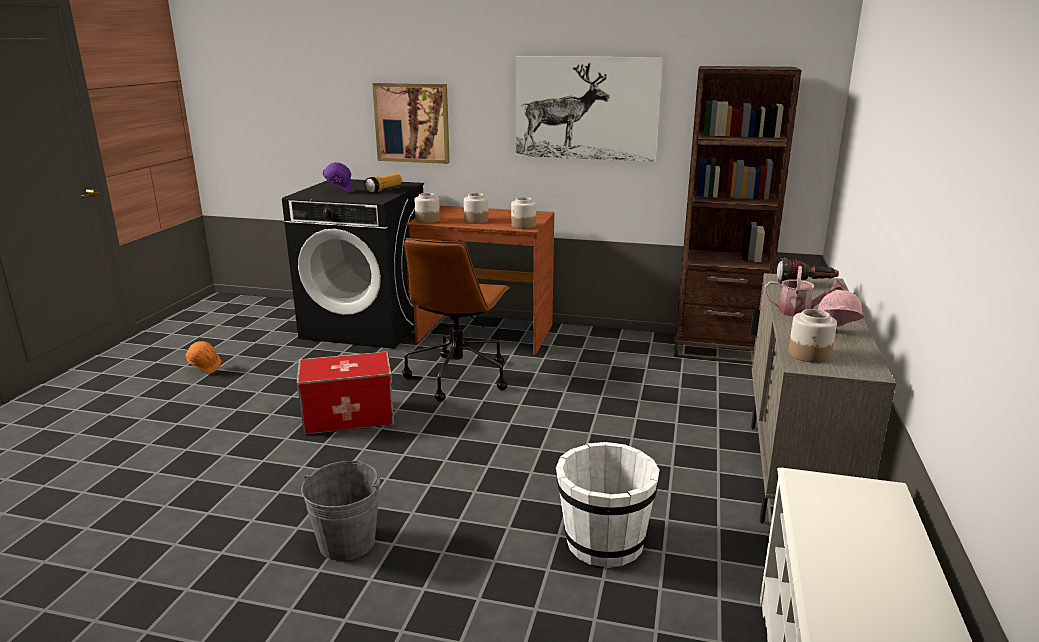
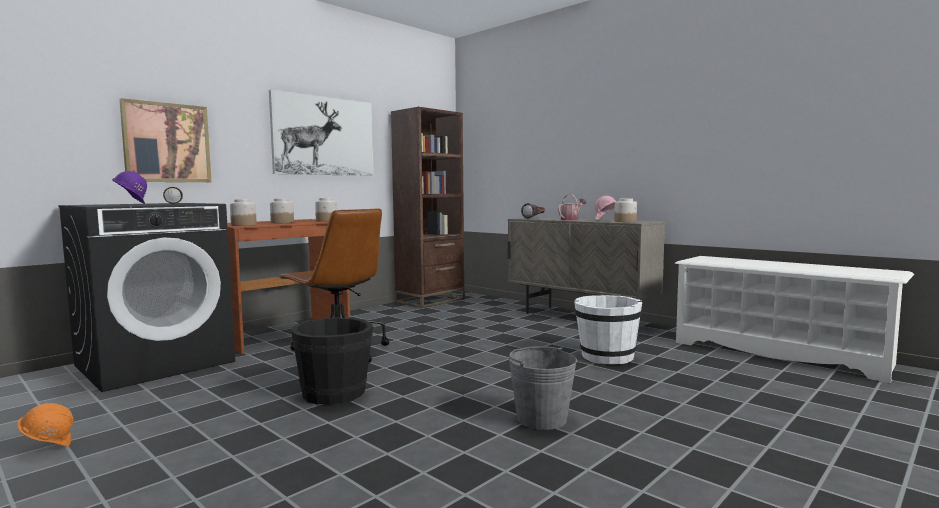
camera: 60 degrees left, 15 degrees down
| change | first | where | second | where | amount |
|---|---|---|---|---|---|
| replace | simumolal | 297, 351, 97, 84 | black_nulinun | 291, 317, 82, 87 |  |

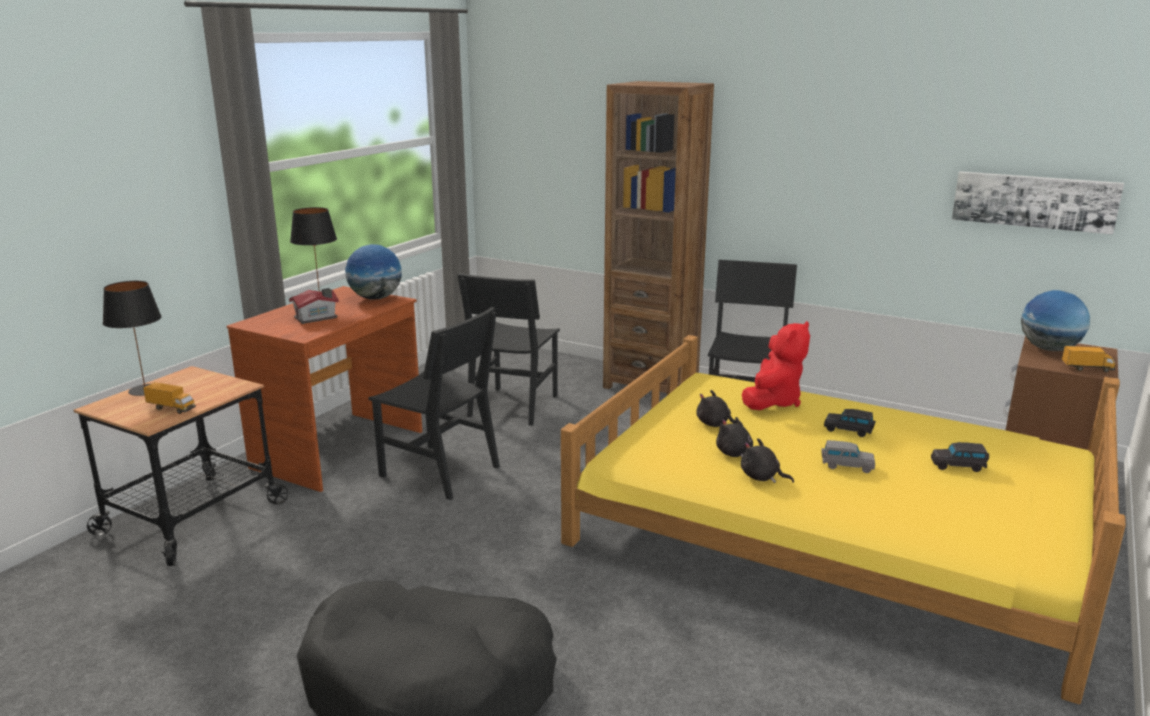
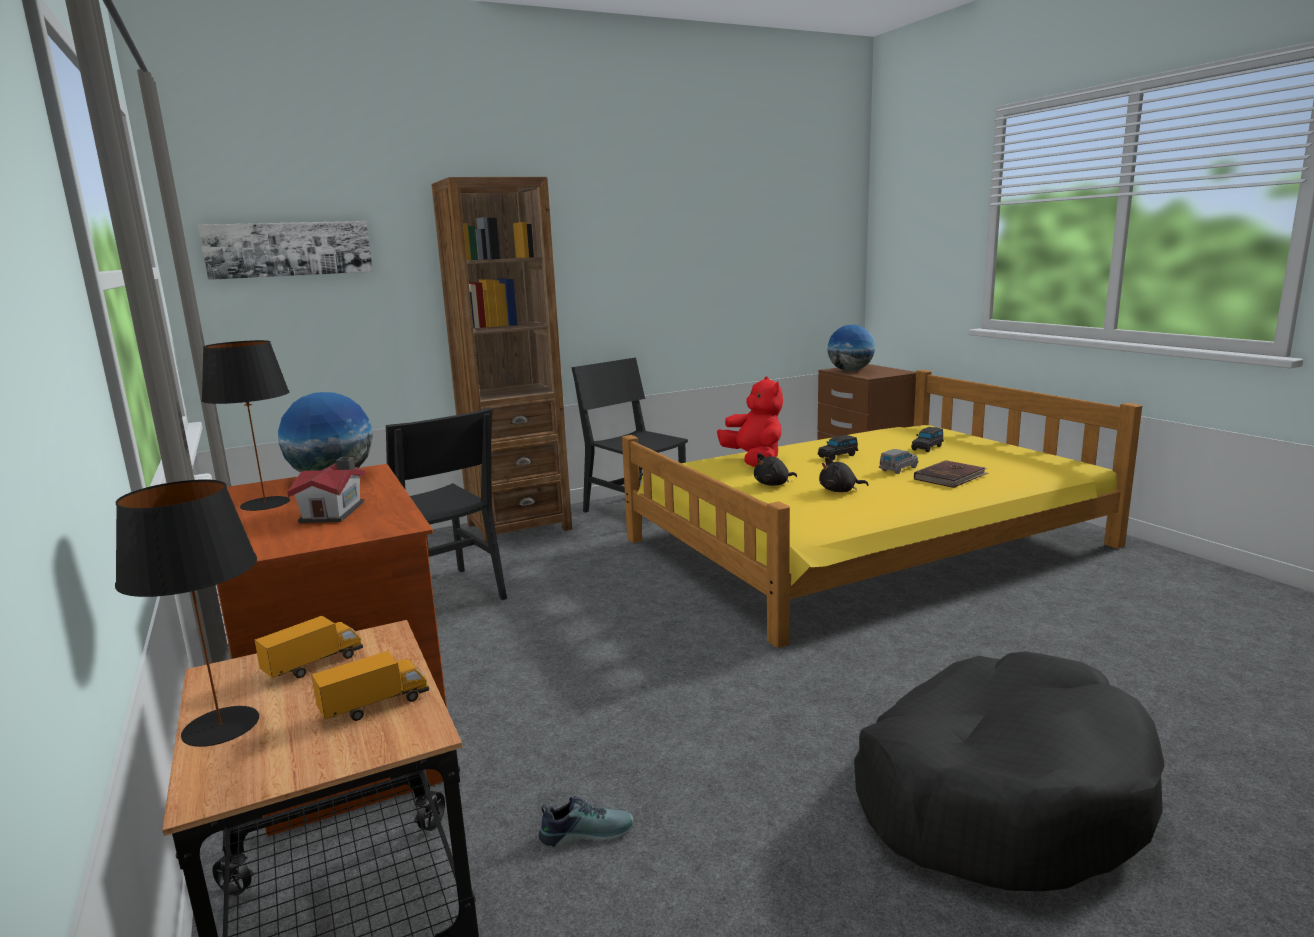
camera: 55 degrees left, 5 degrees down
| change | first | where | second | where | amount |
|---|---|---|---|---|---|
| move | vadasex | 952, 171, 172, 64 |  | 198, 221, 175, 59 |  |
| delete | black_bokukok | 368, 307, 132, 193 |  |  |  |
| move | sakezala | 1062, 346, 53, 27 |  | 255, 616, 108, 62 |  |
| delete | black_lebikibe | 741, 438, 53, 45 |  |  |  |
| insert |  |  | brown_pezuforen | 914, 460, 74, 28 |  |
| insert |  |  | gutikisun | 539, 796, 95, 51 |  |

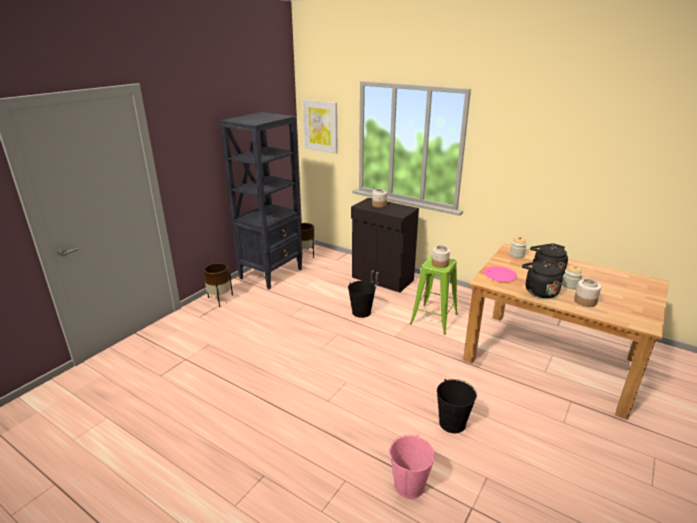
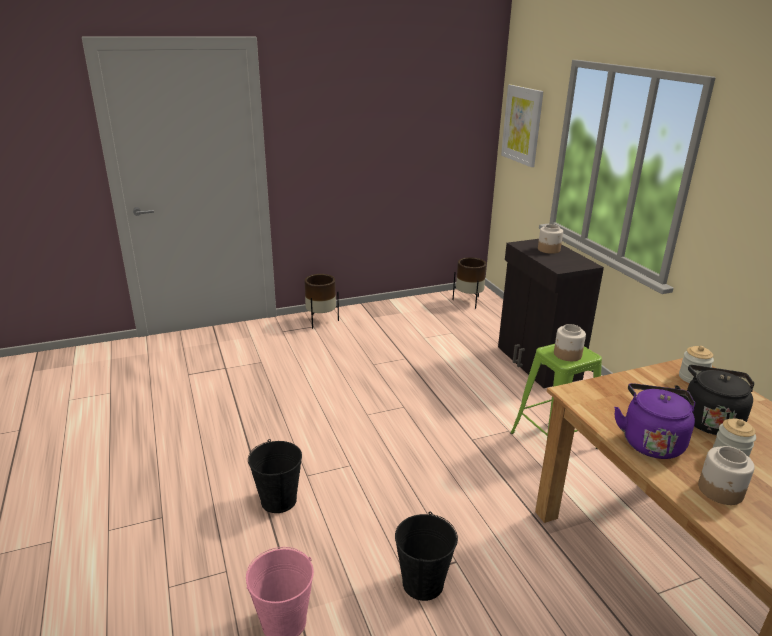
camera: 35 degrees right, 0 degrees up
| change | first | where | second | where | amount |
|---|---|---|---|---|---|
| delete | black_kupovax | 220, 112, 83, 177 |  |  |  |
| recolor | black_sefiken | 522, 260, 41, 38 | purple_sefiken | 614, 383, 81, 76 |  |
| delete | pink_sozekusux | 484, 266, 33, 16 |  |  |  |
| move | black_nulinun | 348, 281, 28, 37 |  | 248, 439, 54, 74 |  |

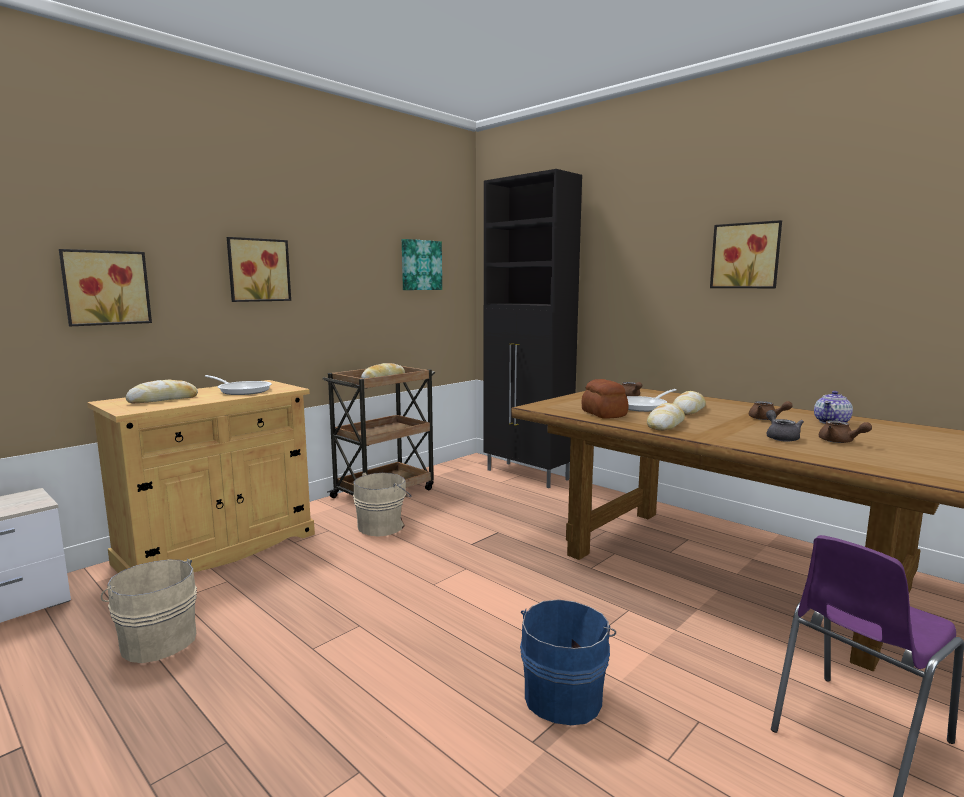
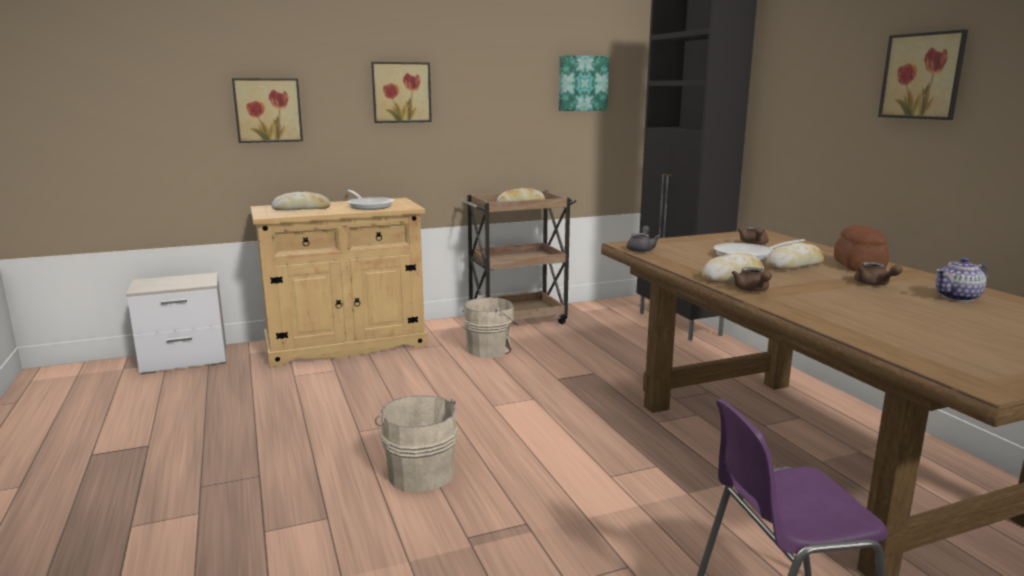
camera: 25 degrees right, 5 degrees up
| change | first | where | second | where | amount |
|---|---|---|---|---|---|
| move | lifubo | 582, 379, 47, 40 |  | 834, 225, 55, 46 |  |
| move | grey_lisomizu | 766, 410, 38, 32 |  | 627, 225, 33, 27 |  |
| move | brown_lisomizu | 819, 421, 53, 22 |  | 732, 267, 40, 25 |  |
| move | beige_nulinun | 101, 559, 96, 104 |  | 375, 396, 83, 96 |  |
| delete | blue_nulinun | 520, 600, 96, 125 |  |  |  |

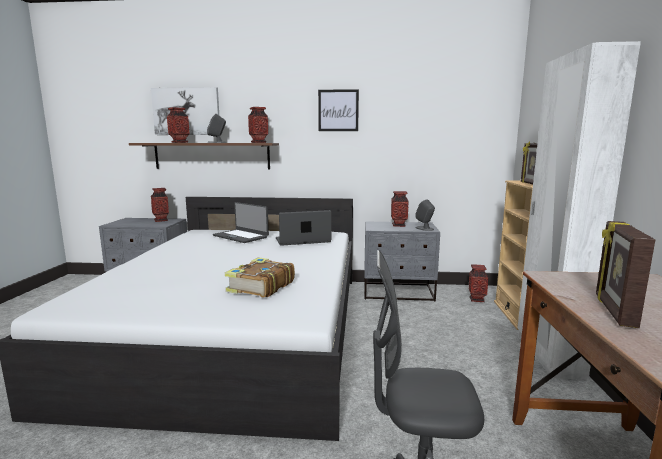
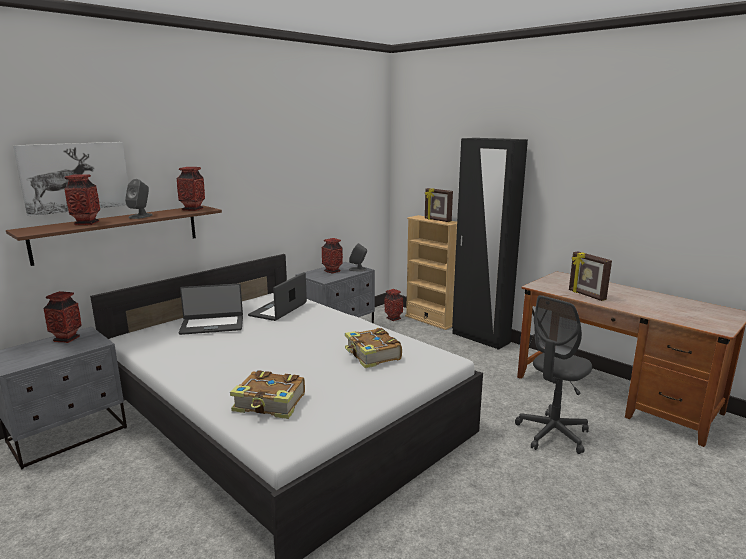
camera: 50 degrees left, 5 degrees up
| change | first | where | second | where | amount |
|---|---|---|---|---|---|
| recolor | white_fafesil | 518, 41, 123, 339 | black_fafesil | 452, 138, 76, 212 |  |
| delete | vadasex | 318, 89, 41, 42 |  |  |  |
| insert |  |  | pezuforen | 230, 370, 75, 49 |  |

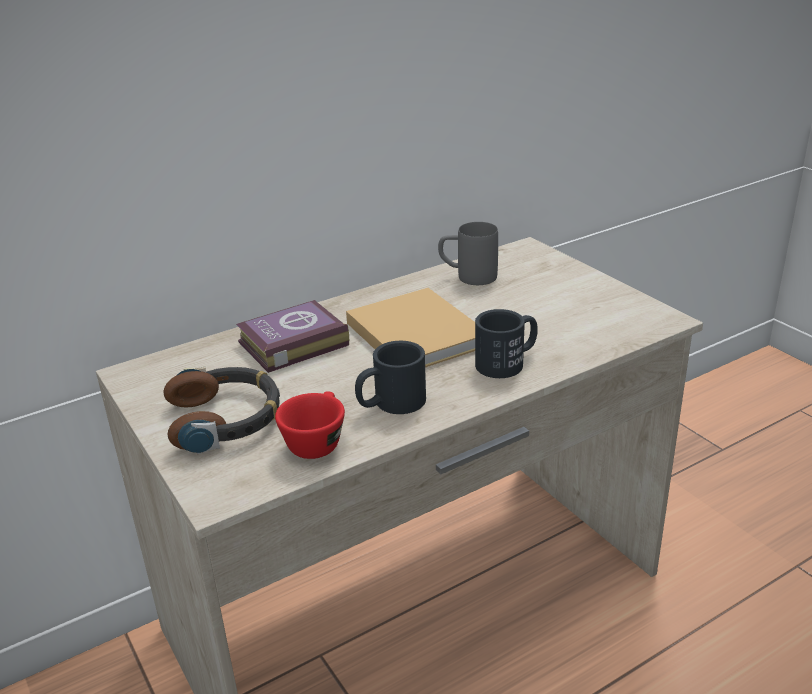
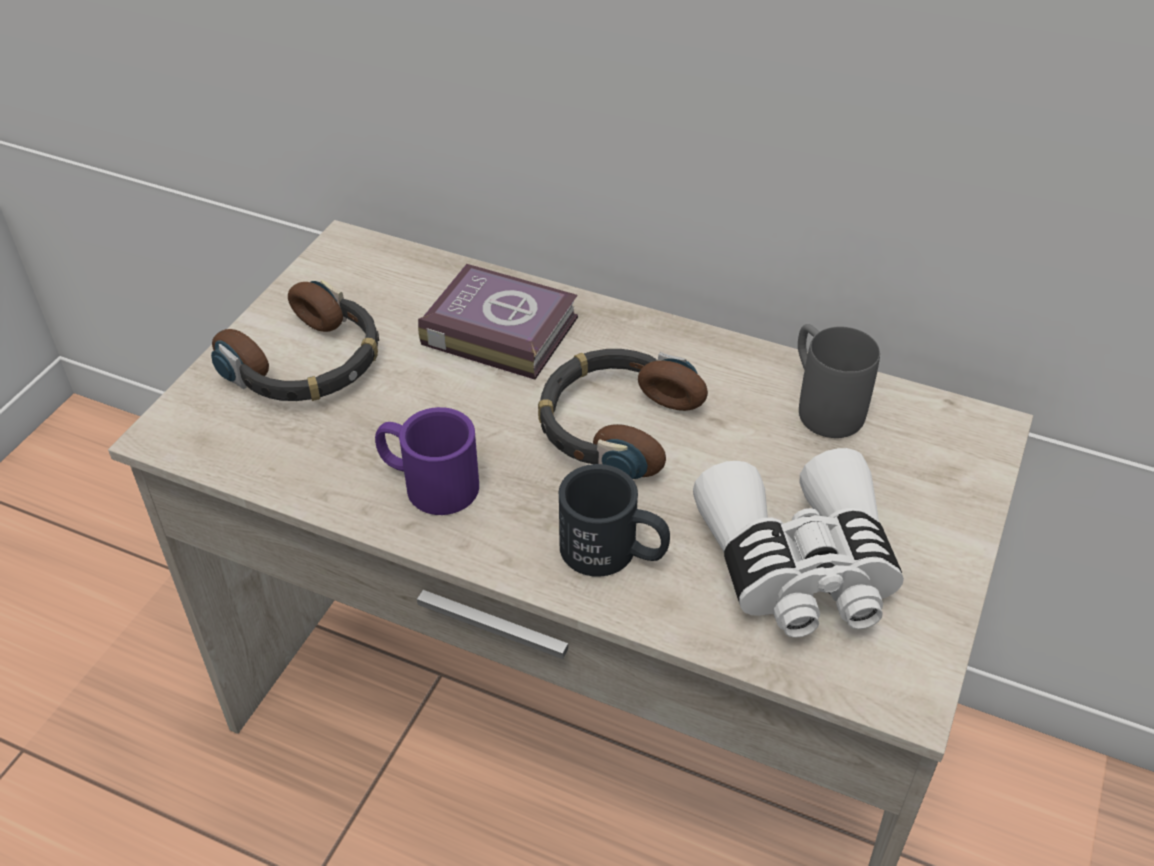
camera: 55 degrees right, 15 degrees up
| change | first | where | second | where | amount |
|---|---|---|---|---|---|
| replace | beige_pezuforen | 346, 288, 129, 79 | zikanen | 538, 349, 170, 130 |  |
| recolor | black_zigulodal | 355, 341, 71, 73 | purple_zigulodal | 375, 407, 104, 108 |  |
| delete | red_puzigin | 275, 391, 70, 68 |  |  |  |
| insert |  |  | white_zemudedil | 693, 448, 211, 190 |  |

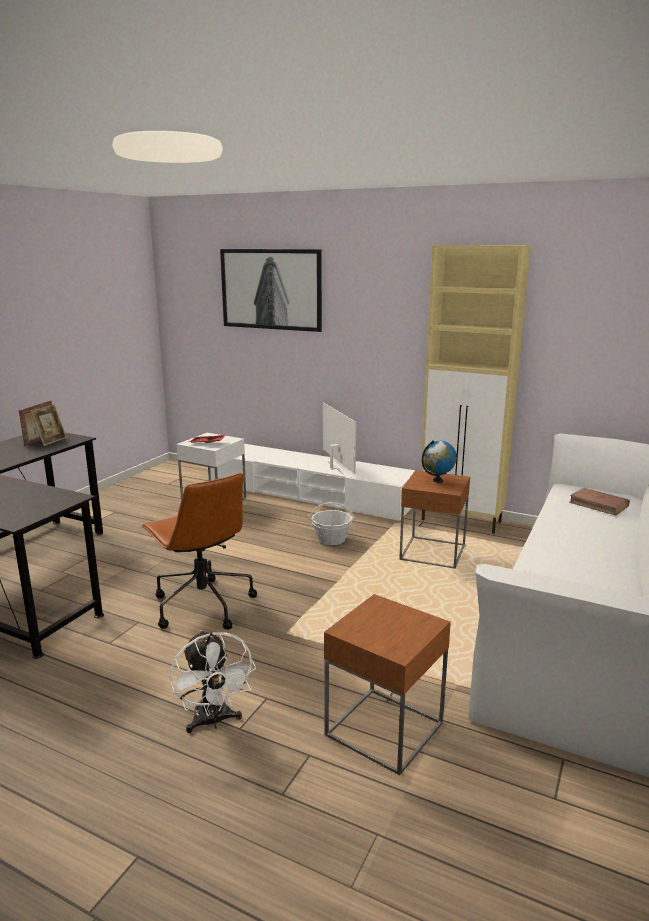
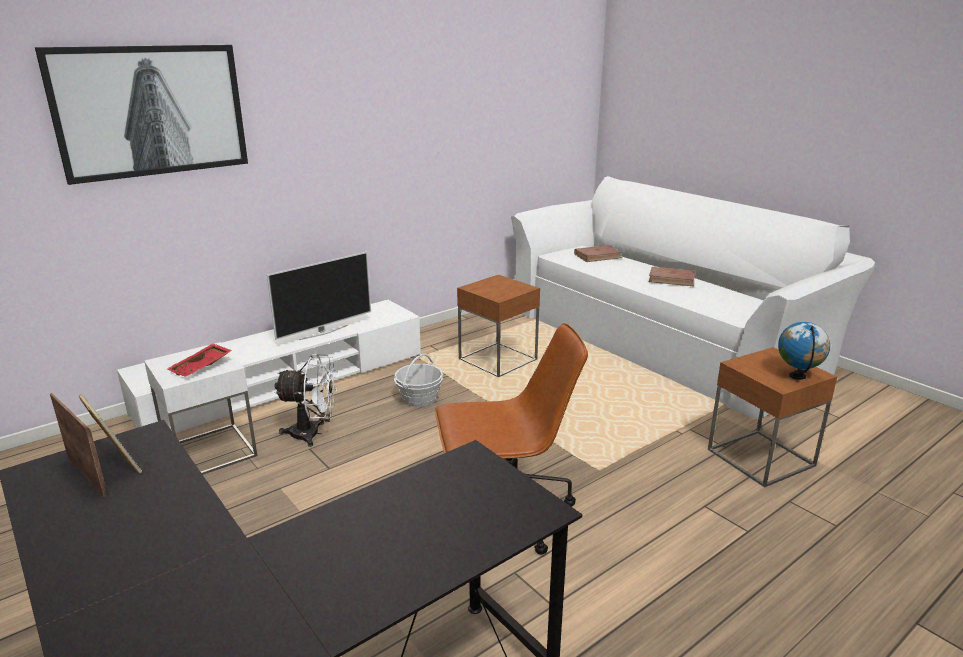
camera: 65 degrees left, 5 degrees up
| change | first | where | second | where | amount |
|---|---|---|---|---|---|
| delete | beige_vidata | 421, 245, 110, 289 |  |  |  |
| rotate | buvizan | 323, 402, 33, 73 |  | 267, 252, 104, 88 | 135 degrees clockwise |
| move | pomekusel | 422, 440, 35, 43 |  | 778, 322, 52, 58 |  |
| move | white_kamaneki | 170, 630, 86, 103 |  | 274, 353, 63, 94 |  |
| insert |  |  | brown_pezuforen | 649, 267, 46, 19 |  |

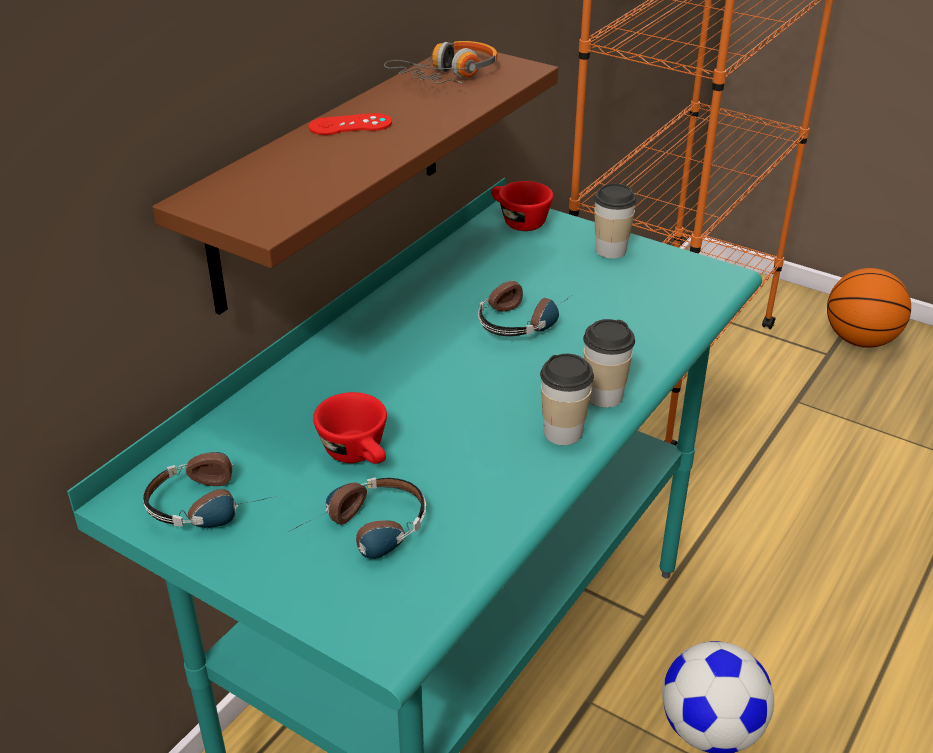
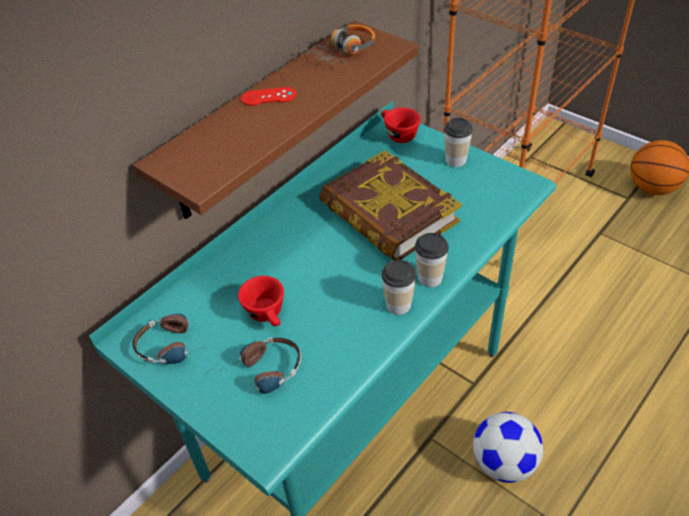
camera: 10 degrees right, 10 degrees up
| change | first | where | second | where | amount |
|---|---|---|---|---|---|
| replace | zikanen | 478, 281, 95, 55 | pezuforen | 319, 150, 143, 110 |  |

